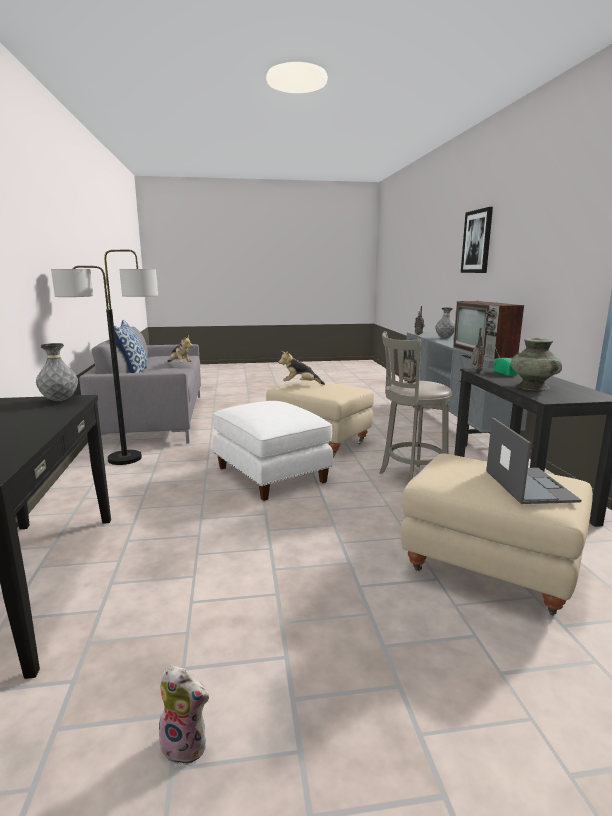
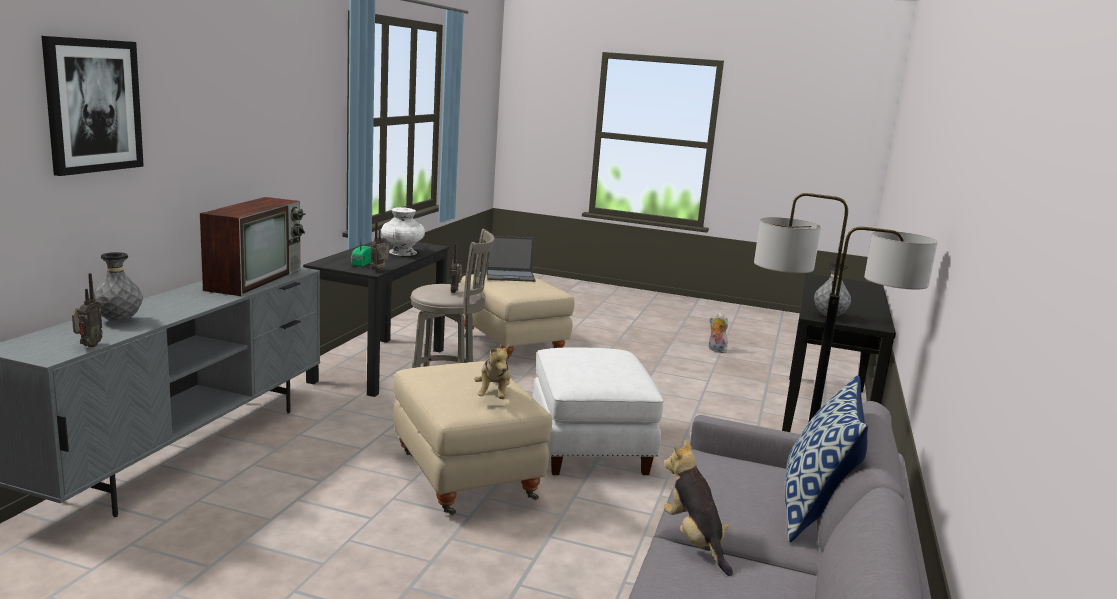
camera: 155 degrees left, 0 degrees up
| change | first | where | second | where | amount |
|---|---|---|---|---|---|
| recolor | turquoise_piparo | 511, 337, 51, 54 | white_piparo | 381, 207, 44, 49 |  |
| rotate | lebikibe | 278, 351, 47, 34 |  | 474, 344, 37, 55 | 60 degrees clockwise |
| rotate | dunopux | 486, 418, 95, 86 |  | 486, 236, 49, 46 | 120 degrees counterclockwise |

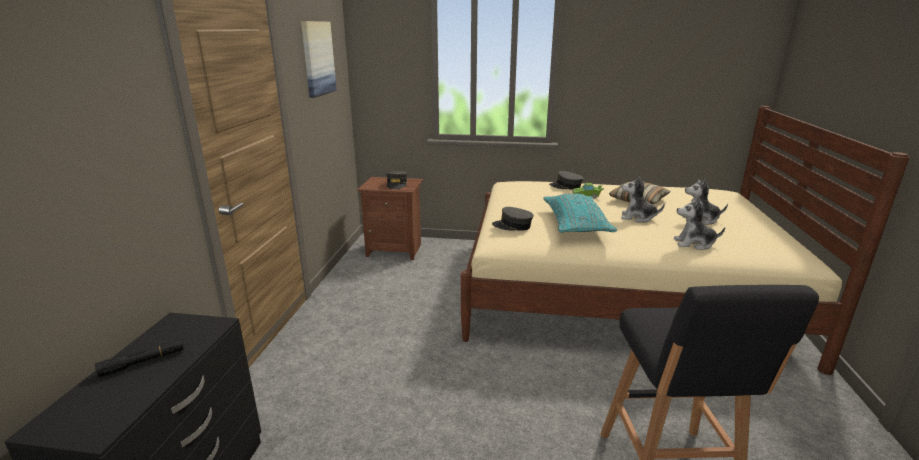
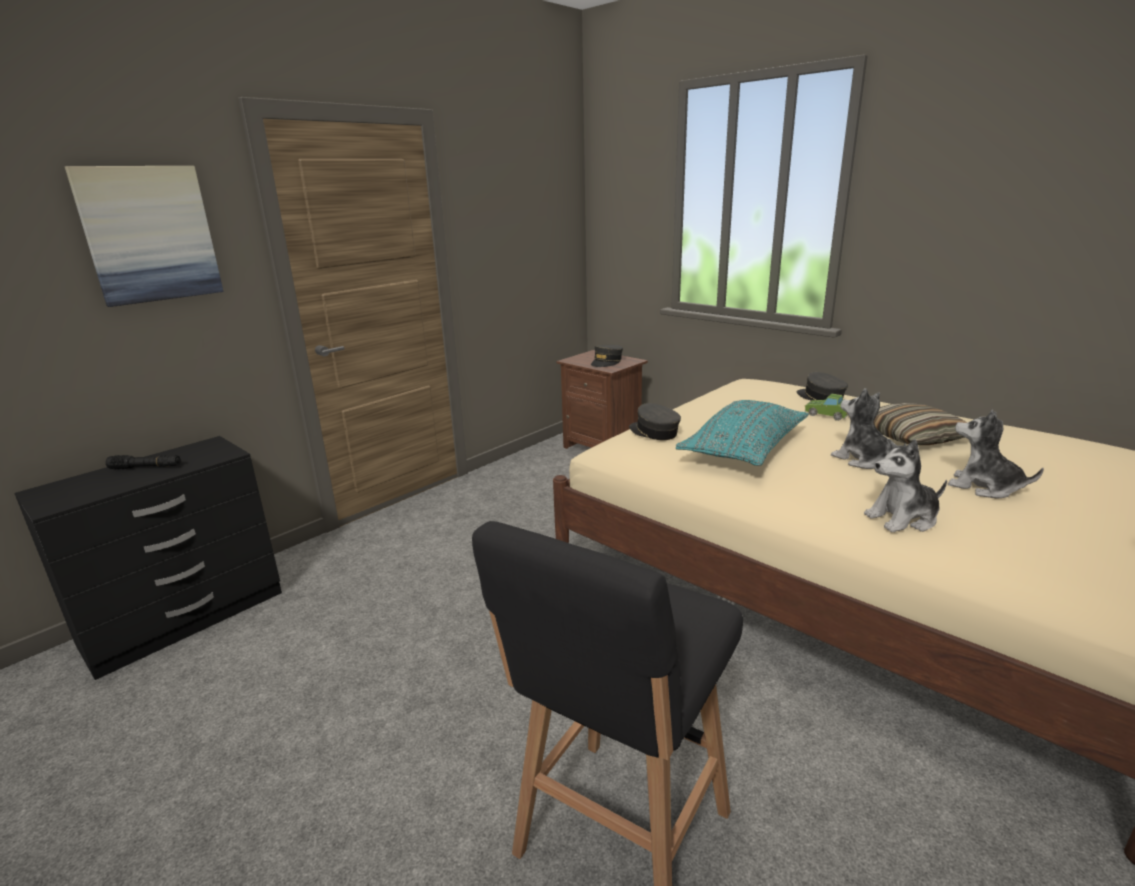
camera: 35 degrees right, 0 degrees up
| change | first | where | second | where | amount |
|---|---|---|---|---|---|
| move | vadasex | 301, 21, 36, 77 |  | 65, 166, 159, 141 |  |
| rotate | lebikibe | 674, 198, 51, 52 |  | 864, 439, 83, 93 | 60 degrees counterclockwise |

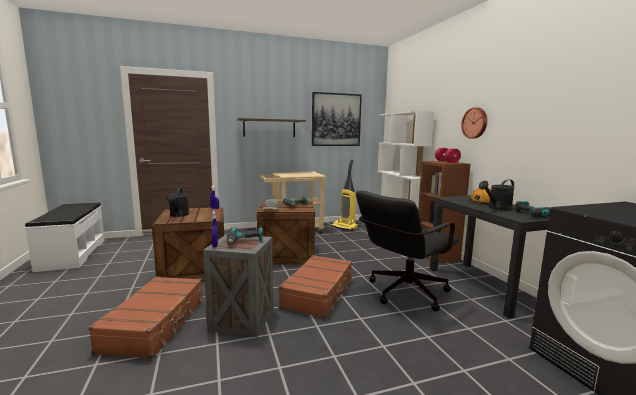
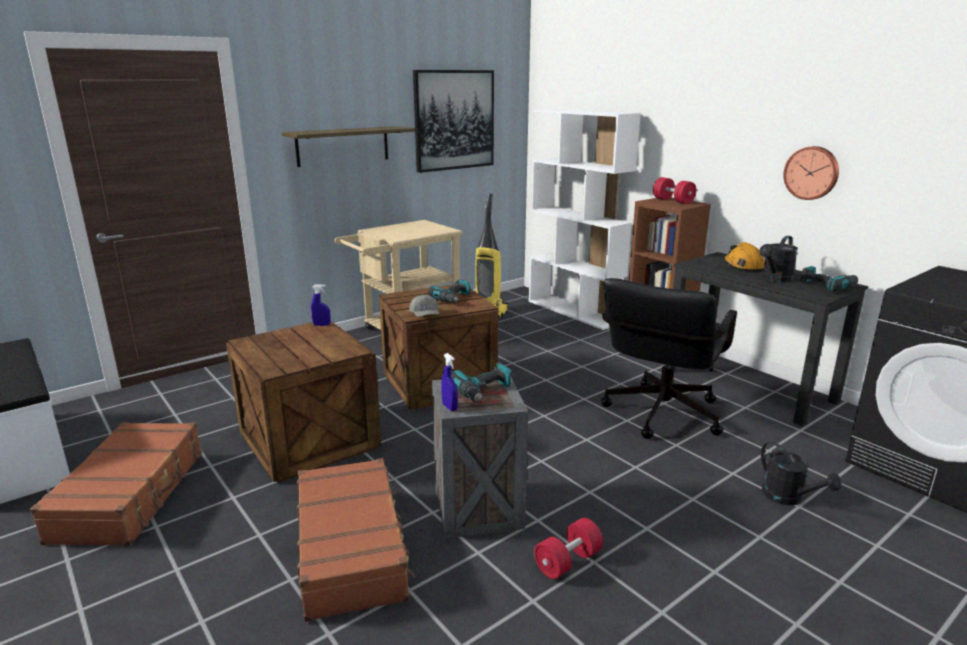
camera: 20 degrees left, 10 degrees up
| change | first | where | second | where | amount |
|---|---|---|---|---|---|
| move | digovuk | 461, 107, 26, 32 |  | 783, 146, 56, 54 |  |
| move | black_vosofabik | 166, 188, 23, 29 |  | 761, 441, 80, 64 |  |
| move | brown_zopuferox | 279, 255, 74, 63 |  | 30, 422, 172, 124 |  |
| insert |  |  | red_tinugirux | 534, 518, 69, 61 |  |

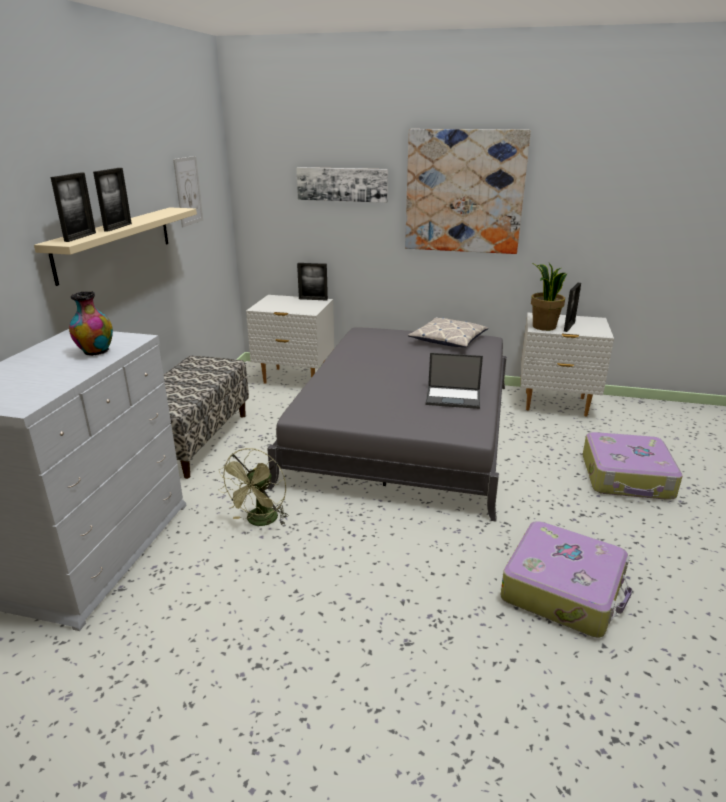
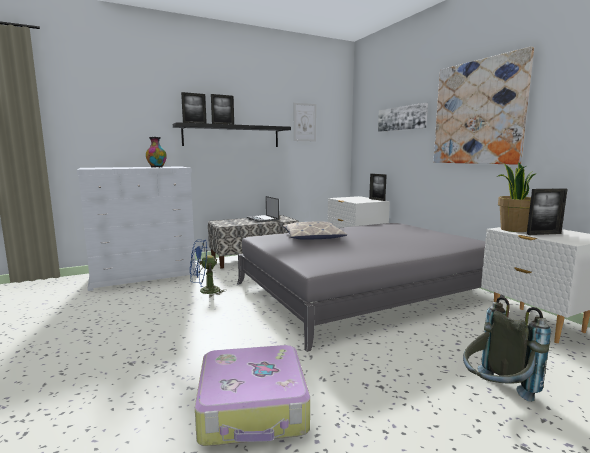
camera: 50 degrees right, 15 degrees down
| change | first | where | second | where | amount |
|---|---|---|---|---|---|
| recolor | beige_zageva | 34, 207, 163, 79 | black_zageva | 173, 122, 118, 25 |  |
| move | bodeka | 408, 317, 81, 30 |  | 283, 221, 64, 19 |  |
| move | dunopux | 425, 353, 58, 56 |  | 247, 196, 32, 26 |  |
| replace | zopuferox | 583, 432, 100, 68 | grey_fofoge | 463, 297, 88, 105 |  |
| recolor | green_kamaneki | 218, 448, 71, 78 | blue_kamaneki | 190, 240, 37, 57 |  |

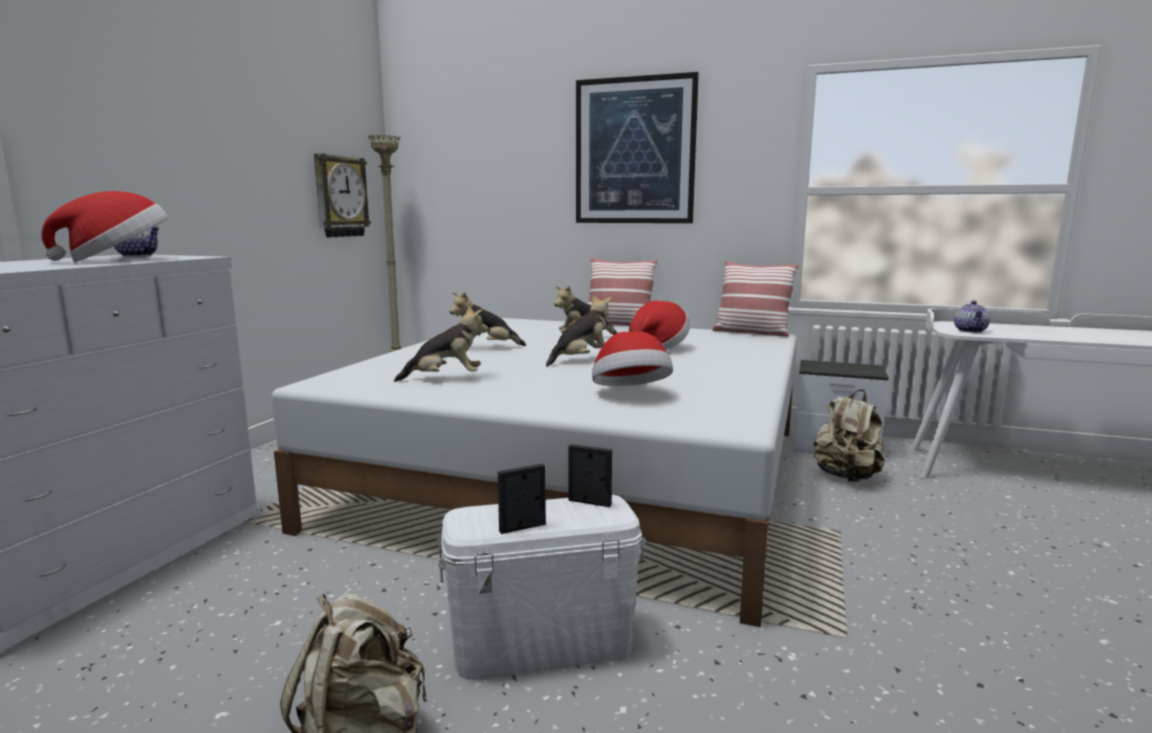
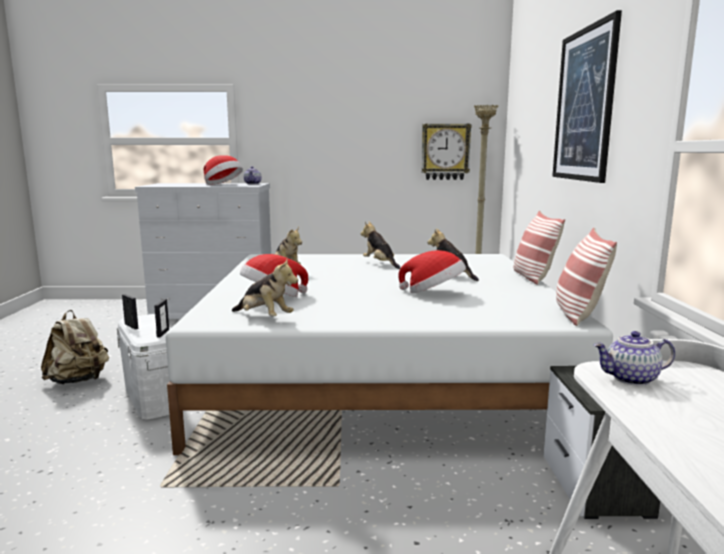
camera: 70 degrees right, 0 degrees up
| change | first | where | second | where | amount |
|---|---|---|---|---|---|
| move | lebikibe | 546, 295, 65, 72 |  | 232, 258, 66, 59 |  |
| delete | beige_fofoge | 814, 389, 71, 93 |  |  |  |

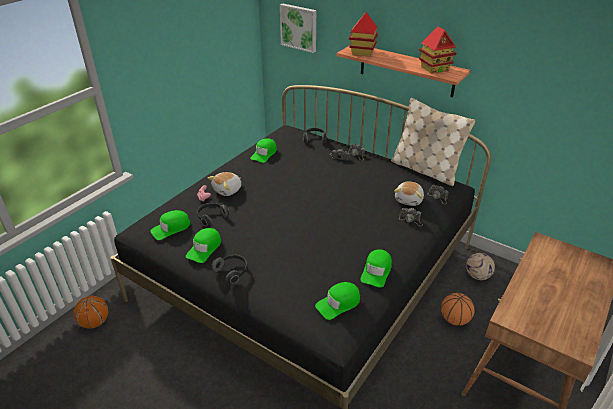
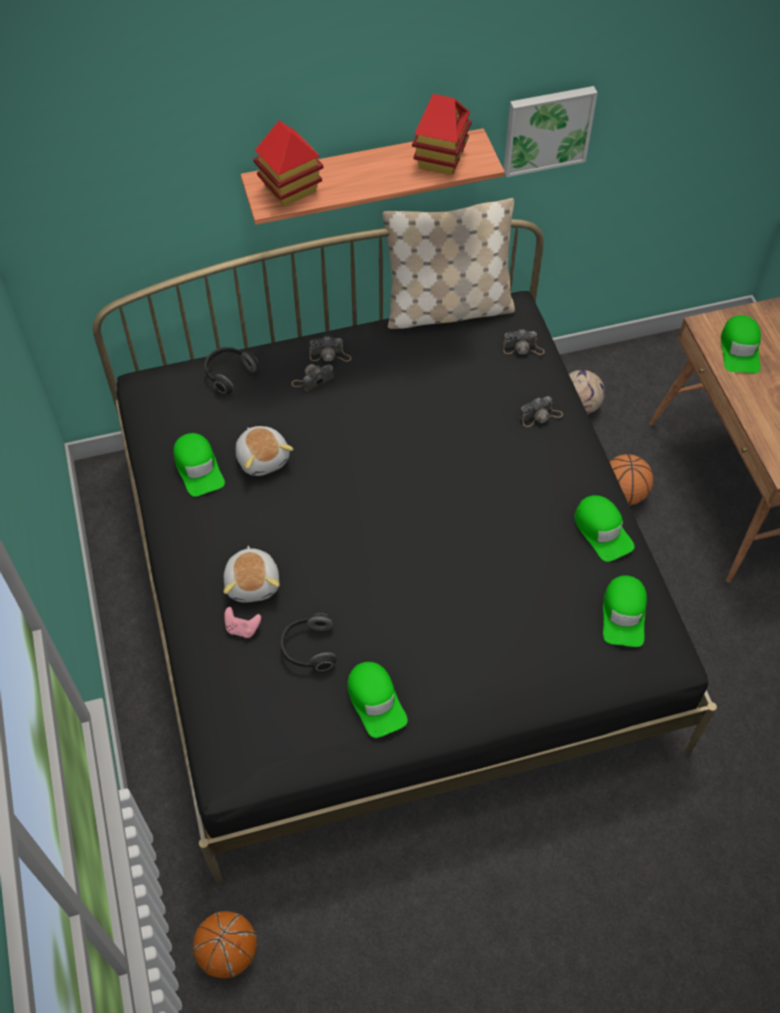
camera: 50 degrees left, 20 degrees up
| change | first | where | second | where | amount |
|---|---|---|---|---|---|
| move | vadasex | 280, 3, 36, 50 |  | 504, 86, 94, 91 |  |
| move | lebikibe | 394, 181, 30, 25 |  | 236, 426, 57, 50 |  |
| move | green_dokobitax | 150, 210, 41, 30 |  | 721, 315, 40, 58 |  |
| delete | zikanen | 211, 254, 37, 31 |  |  |  |

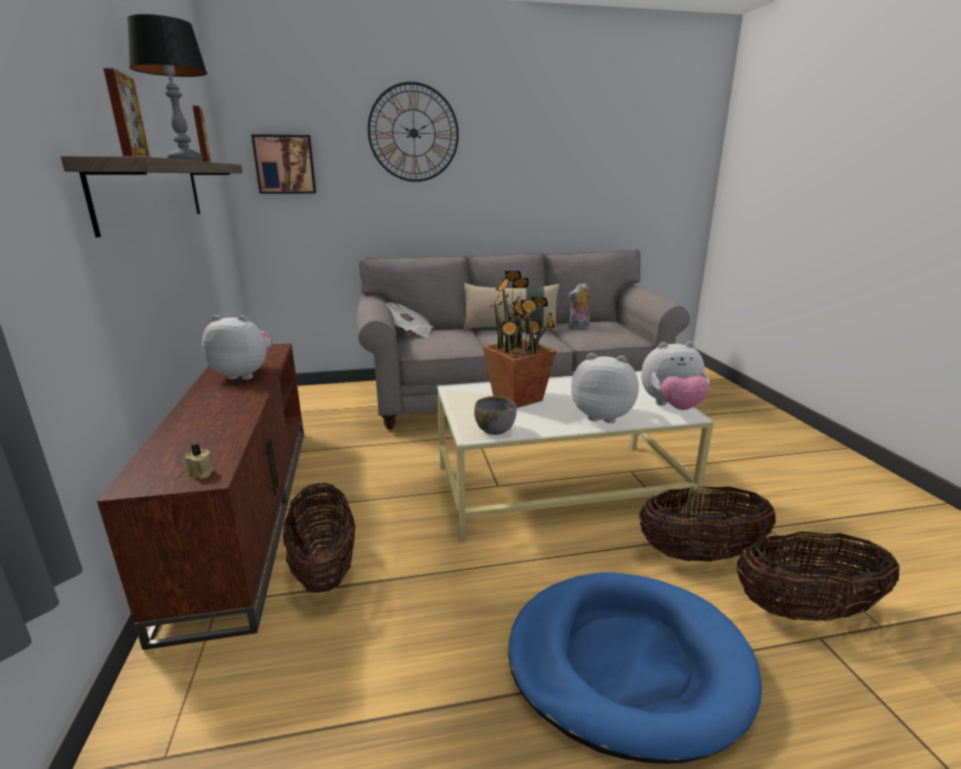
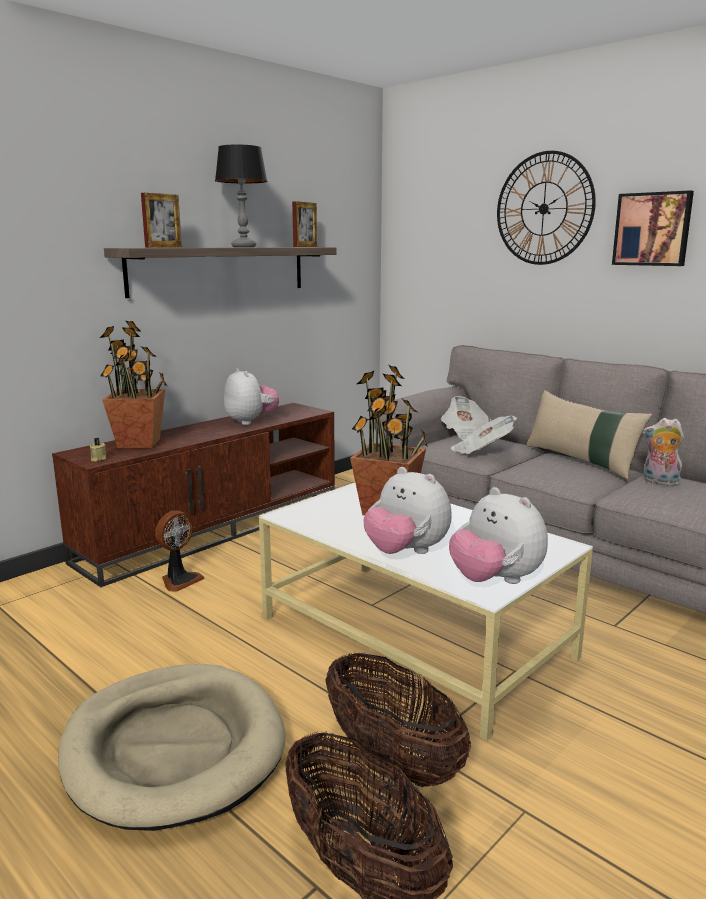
camera: 55 degrees right, 5 degrees down
| change | first | where | second | where | amount |
|---|---|---|---|---|---|
| move | vadasex | 251, 134, 65, 60 |  | 612, 190, 82, 76 |  |
| rotate | lebikibe | 571, 353, 68, 70 |  | 364, 467, 88, 87 | 150 degrees clockwise |
| delete | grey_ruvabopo | 474, 396, 42, 39 |  |  |  |
| replace | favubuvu | 283, 482, 72, 111 | kamaneki | 155, 511, 50, 81 |  |
| recolor | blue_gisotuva | 508, 572, 254, 192 | beige_gisotuva | 58, 664, 227, 167 |  |
| insert |  |  | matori | 100, 321, 67, 127 |  |
| insert |  |  | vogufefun | 451, 416, 66, 38 |  |

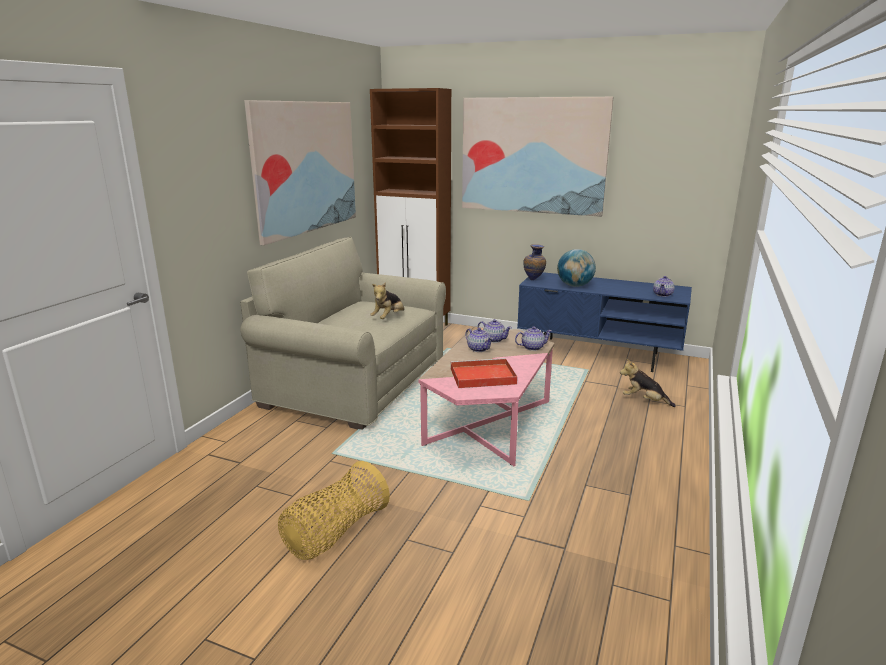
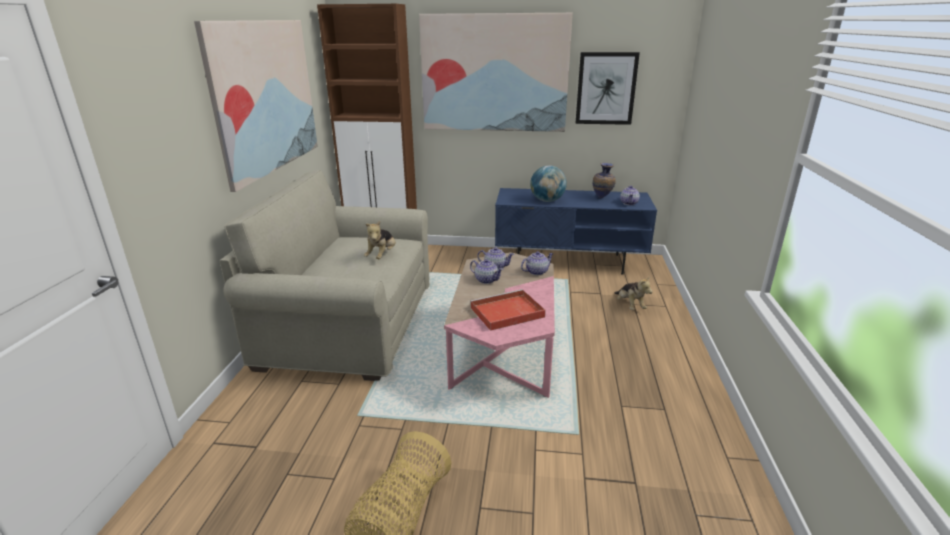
camera: 15 degrees left, 5 degrees up
| change | first | where | second | where | amount |
|---|---|---|---|---|---|
| move | piparo | 523, 244, 23, 36 |  | 593, 163, 23, 35 |  |
| rotate | lebikibe | 620, 359, 56, 48 |  | 614, 276, 39, 34 | 120 degrees counterclockwise |
| insert |  |  | vadasex | 576, 52, 64, 73 |  |

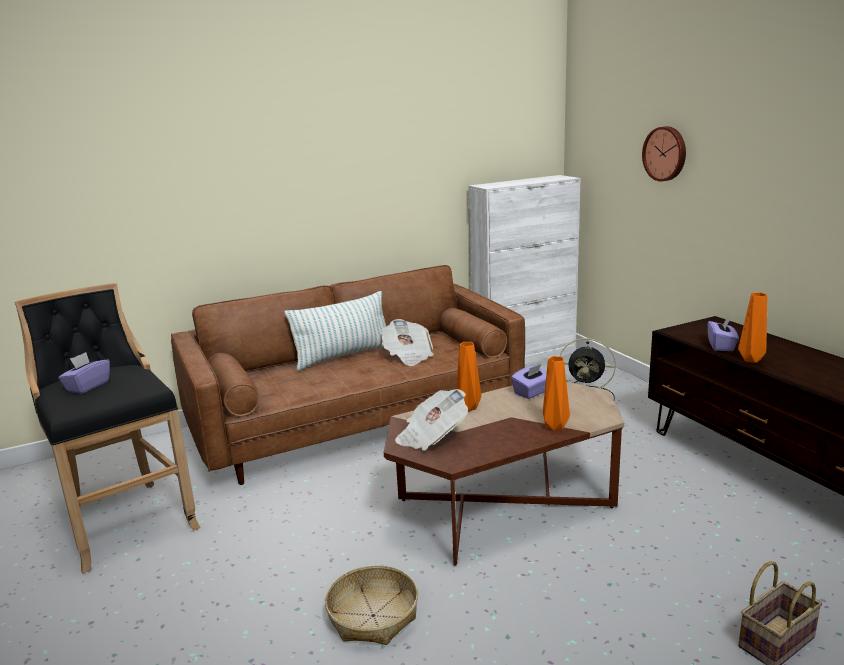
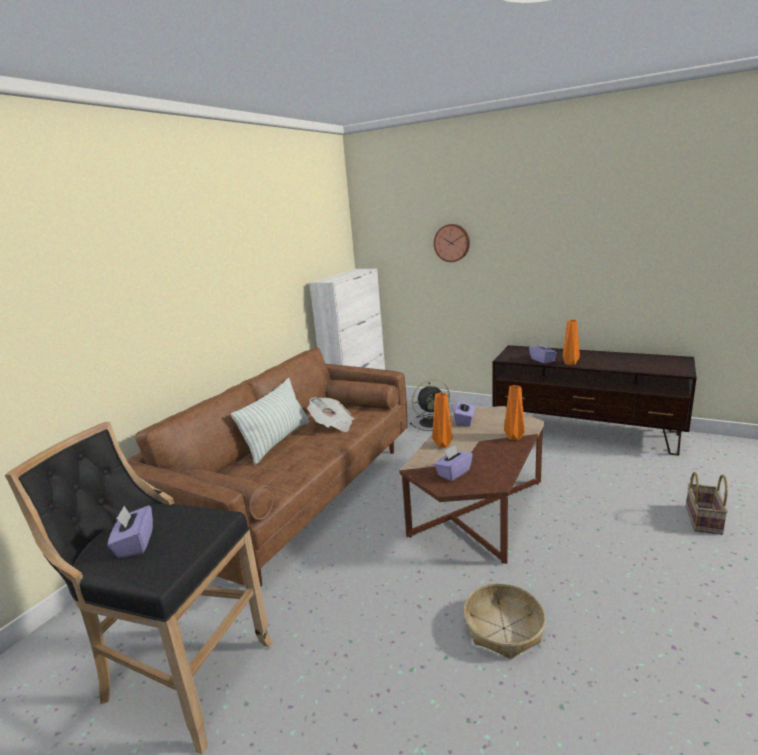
camera: 35 degrees left, 0 degrees up
| change | first | where | second | where | amount |
|---|---|---|---|---|---|
| replace | vogufefun | 395, 389, 73, 62 | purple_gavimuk | 434, 445, 39, 36 |  |

